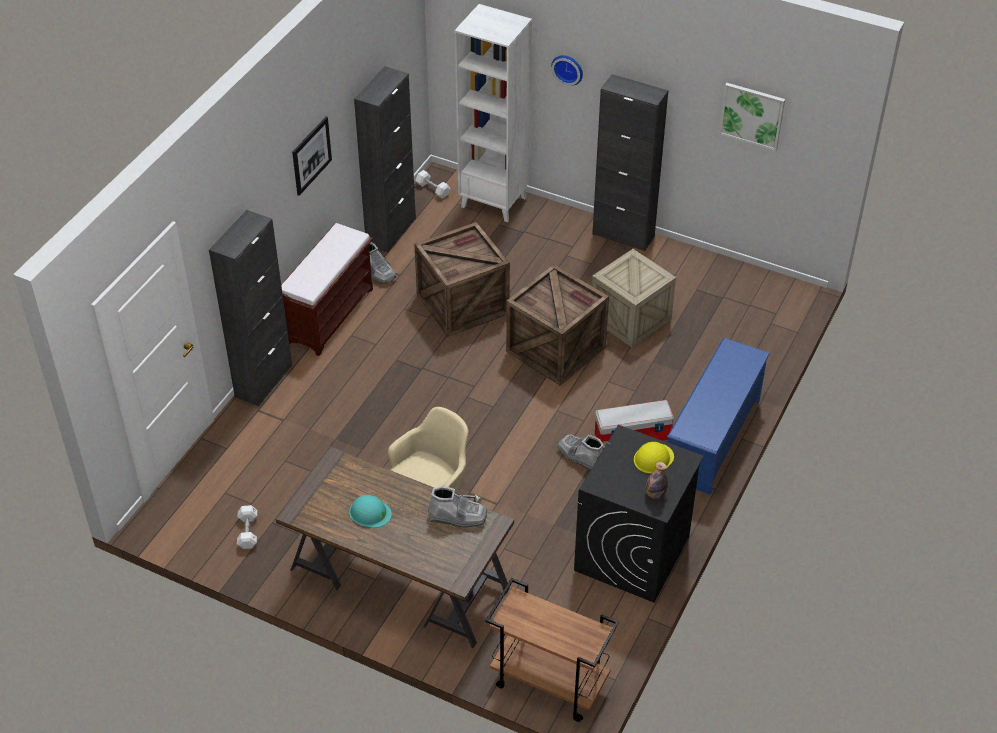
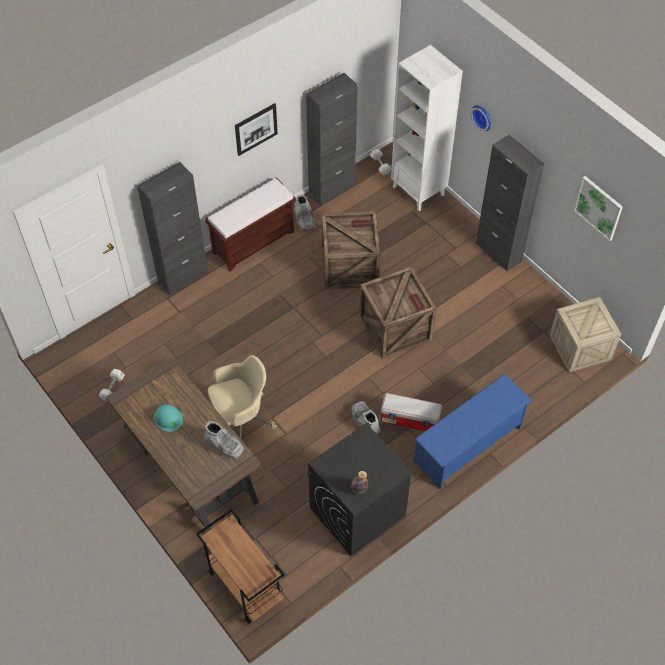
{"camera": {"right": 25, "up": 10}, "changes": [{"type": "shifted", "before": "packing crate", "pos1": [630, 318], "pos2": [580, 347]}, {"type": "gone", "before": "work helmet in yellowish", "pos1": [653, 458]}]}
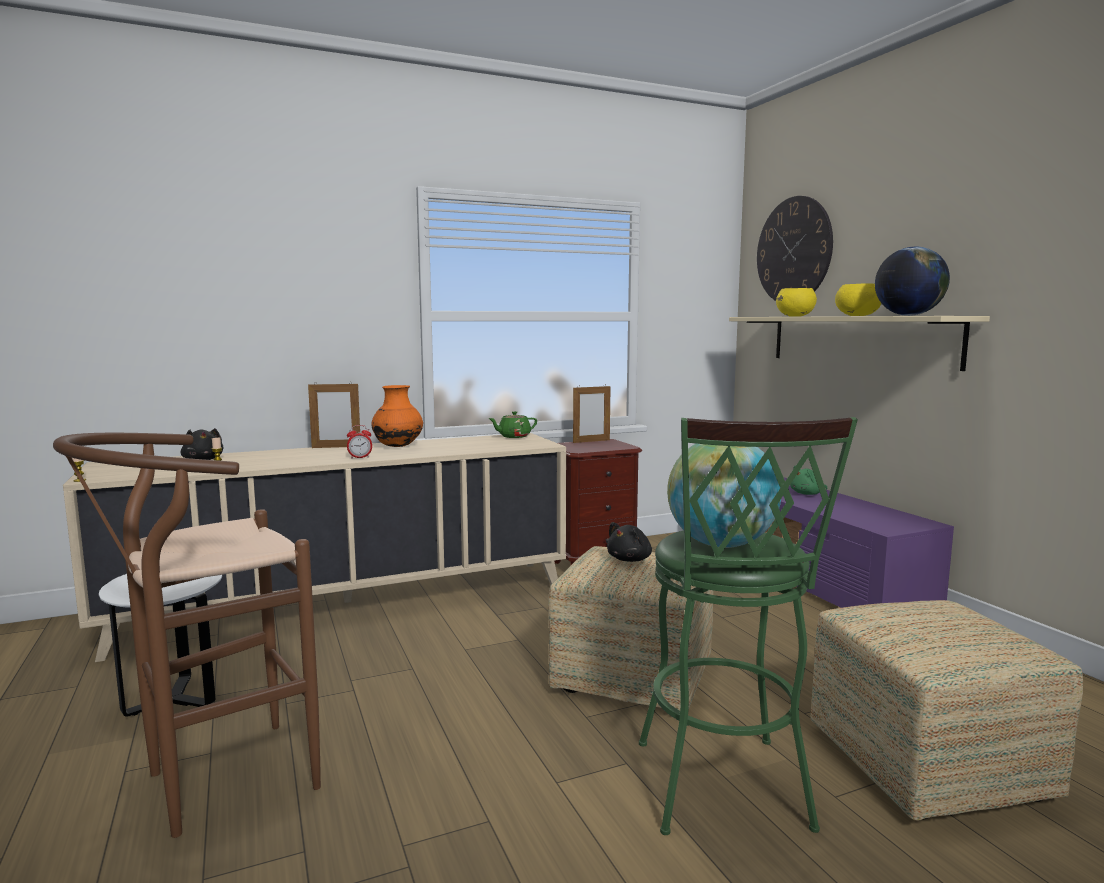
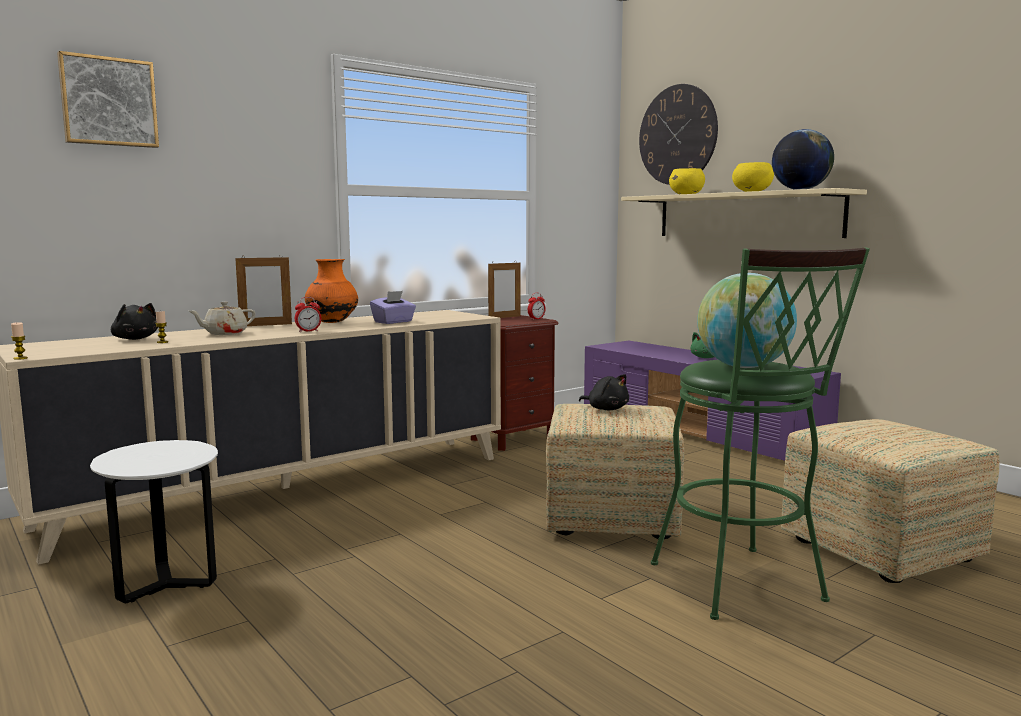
{"camera": {"right": -15, "up": 0}, "changes": [{"type": "gone", "before": "stool in brown", "pos1": [215, 784]}, {"type": "gone", "before": "pot for tea in green", "pos1": [513, 436]}, {"type": "rotated", "before": "soft toy in blackish", "pos1": [630, 559], "pos2": [606, 409], "turn": -75}, {"type": "new", "after": "wall art", "pos2": [108, 102]}, {"type": "new", "after": "pot for tea in beige-coloured", "pos2": [224, 333]}, {"type": "new", "after": "box of tissues in purple-coloured", "pos2": [393, 322]}, {"type": "new", "after": "bedside clock", "pos2": [536, 319]}]}
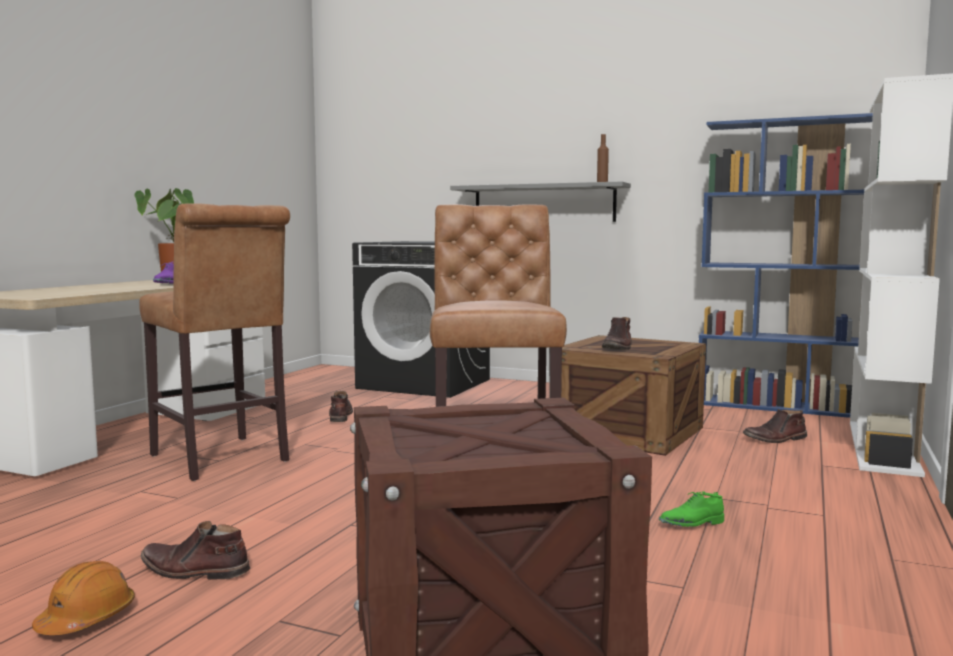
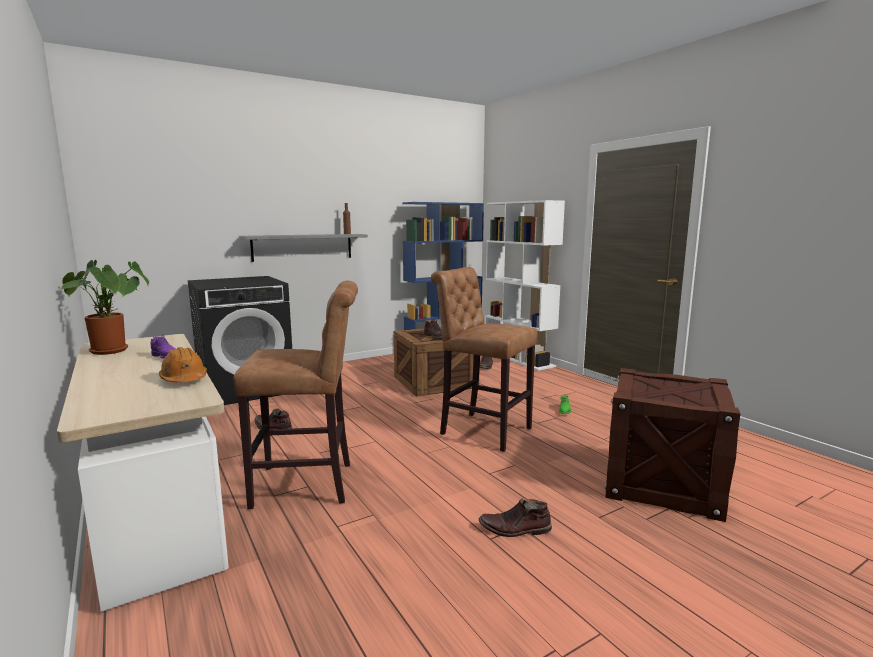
{"camera": {"right": -55, "up": 5}, "changes": [{"type": "shifted", "before": "work helmet in orange-coloured", "pos1": [87, 618], "pos2": [184, 379]}, {"type": "rotated", "before": "boot in brown", "pos1": [194, 571], "pos2": [515, 529], "turn": 45}]}
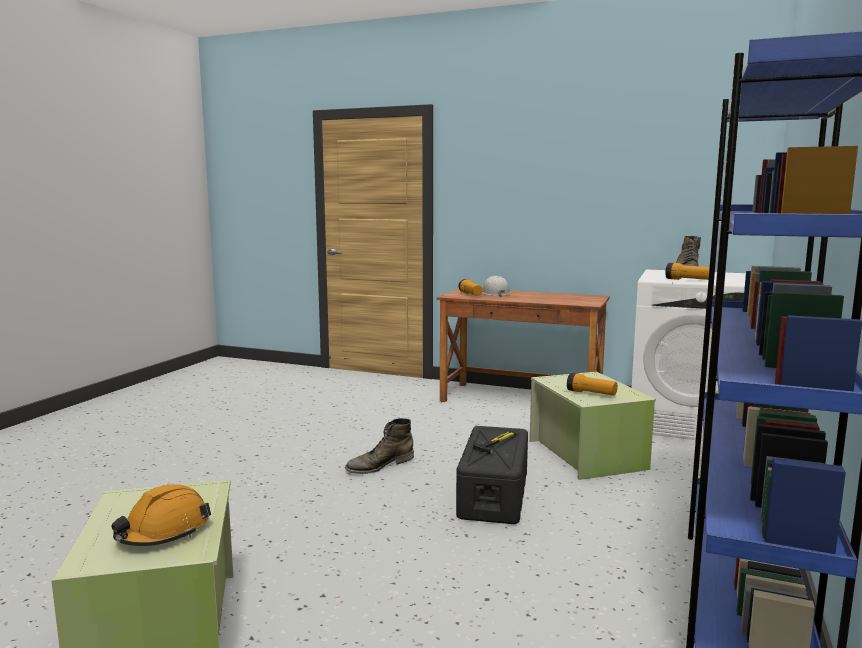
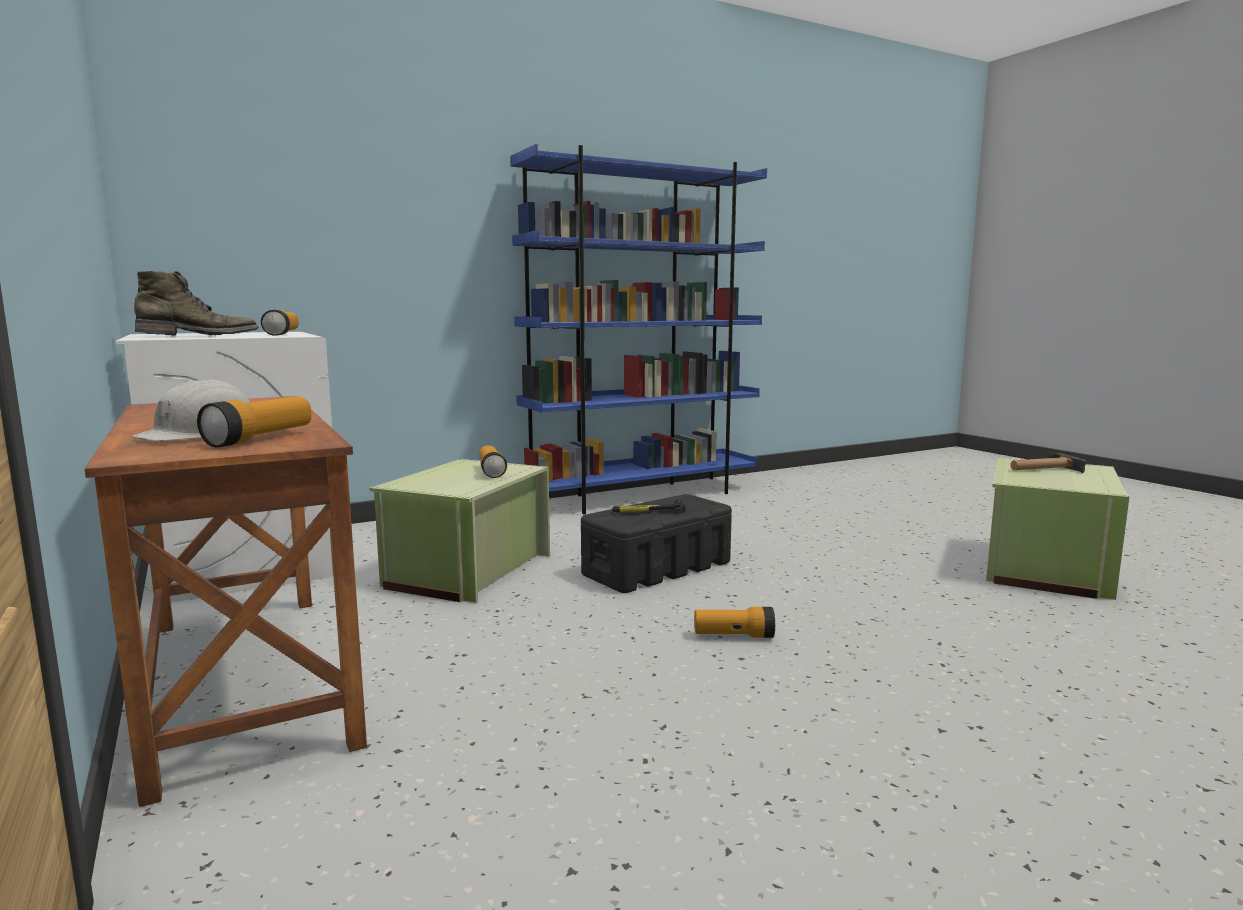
{"camera": {"right": -140, "up": 0}, "changes": [{"type": "swapped", "before": "work helmet in orange-coloured", "after": "hand hammer", "pos1": [163, 532], "pos2": [1044, 469]}, {"type": "swapped", "before": "boot in green", "after": "flashlight", "pos1": [379, 465], "pos2": [733, 636]}]}
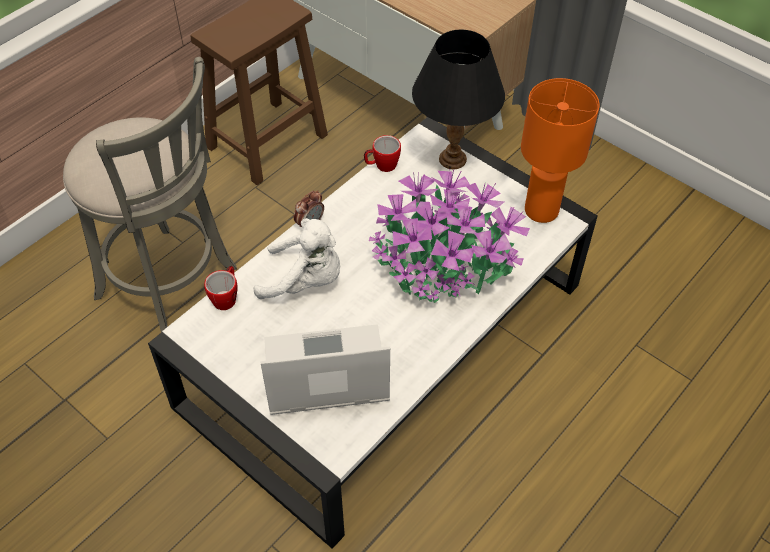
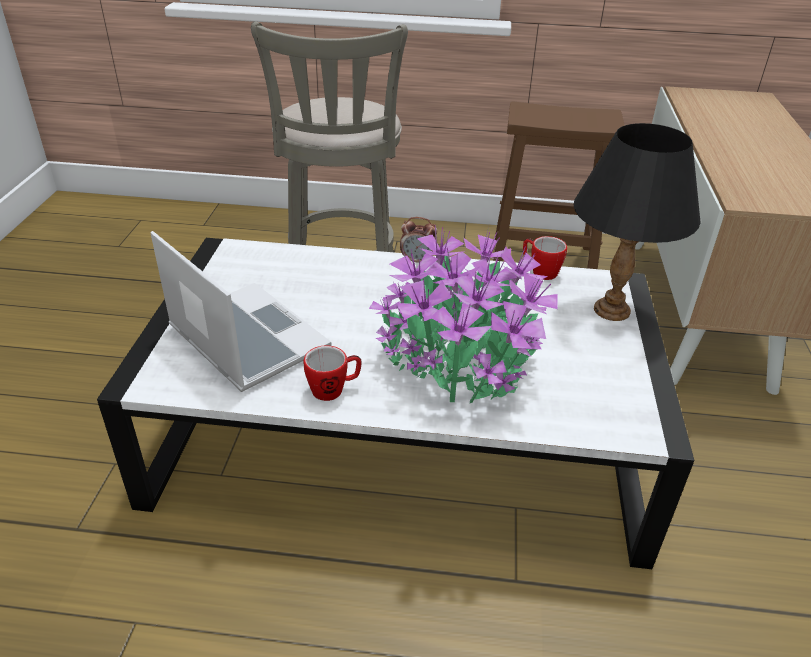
{"camera": {"right": 55, "up": -15}, "changes": [{"type": "shifted", "before": "coffee mug", "pos1": [226, 297], "pos2": [334, 389]}, {"type": "gone", "before": "soft toy in white", "pos1": [306, 281]}, {"type": "gone", "before": "table lamp in orange-coloured", "pos1": [540, 211]}]}
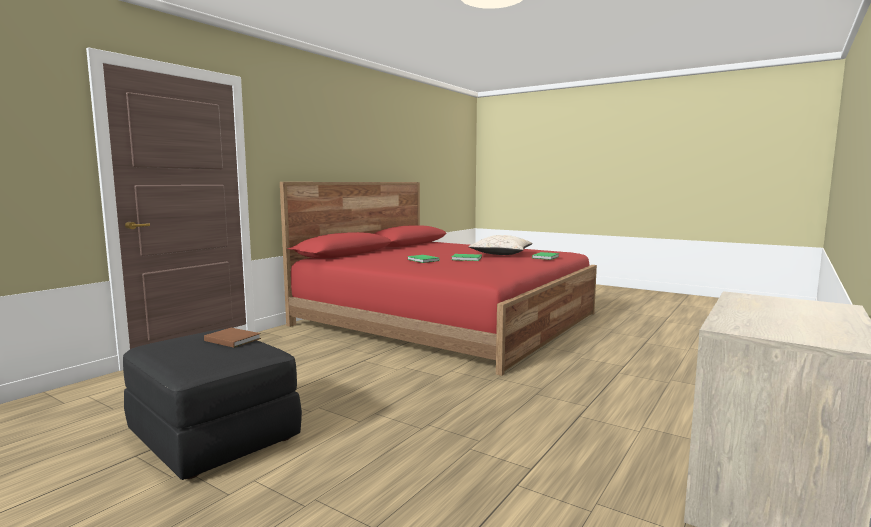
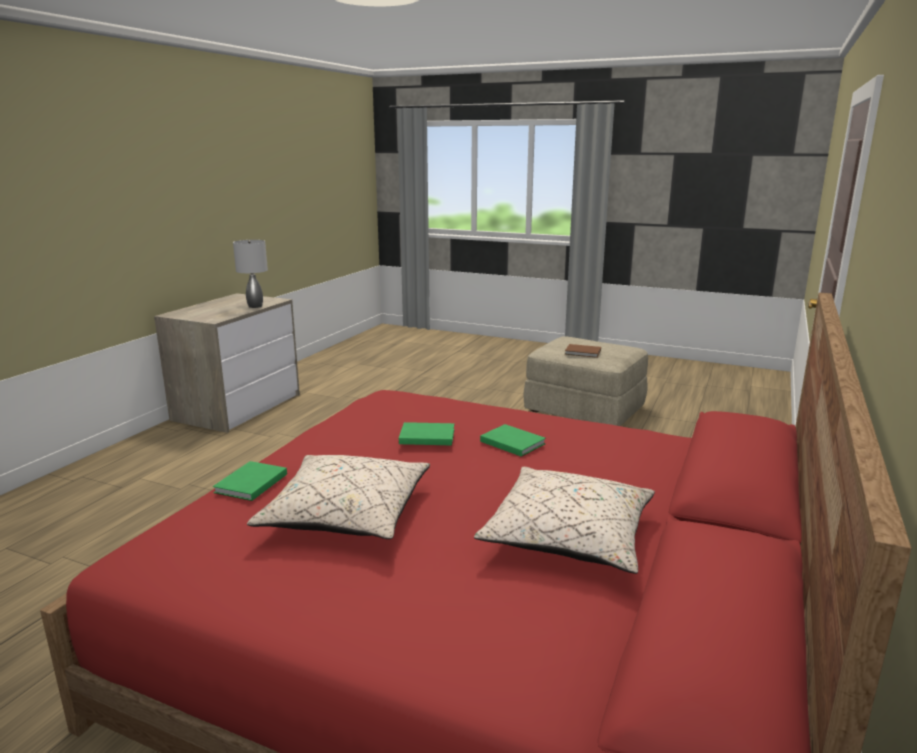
{"camera": {"right": 170, "up": 10}, "changes": [{"type": "repainted", "before": "pouffe in blackish", "after": "pouffe in beige-coloured", "pos1": [212, 436], "pos2": [585, 409]}, {"type": "new", "after": "table lamp in greyish", "pos2": [255, 306]}, {"type": "new", "after": "cushion in beige-coloured", "pos2": [569, 536]}]}
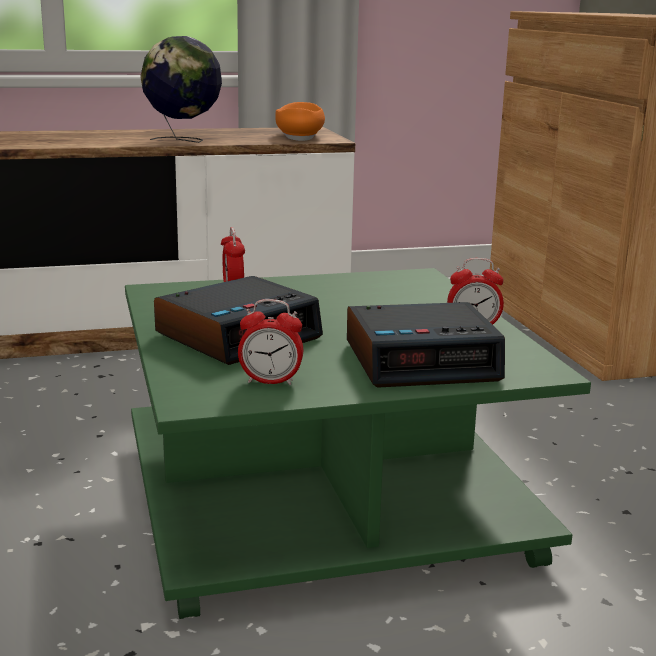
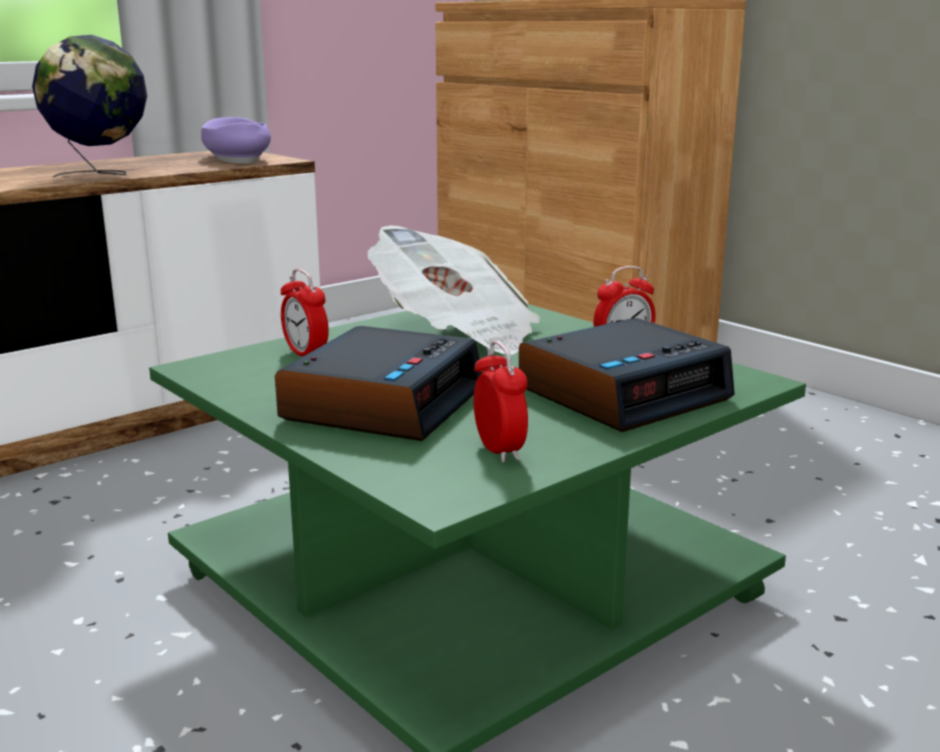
{"camera": {"right": -25, "up": 0}, "changes": [{"type": "rotated", "before": "bedside clock", "pos1": [270, 381], "pos2": [499, 450], "turn": -90}, {"type": "repainted", "before": "deep dish in orange-coloured", "after": "deep dish in purple-coloured", "pos1": [300, 136], "pos2": [237, 159]}, {"type": "new", "after": "daily paper", "pos2": [457, 333]}]}
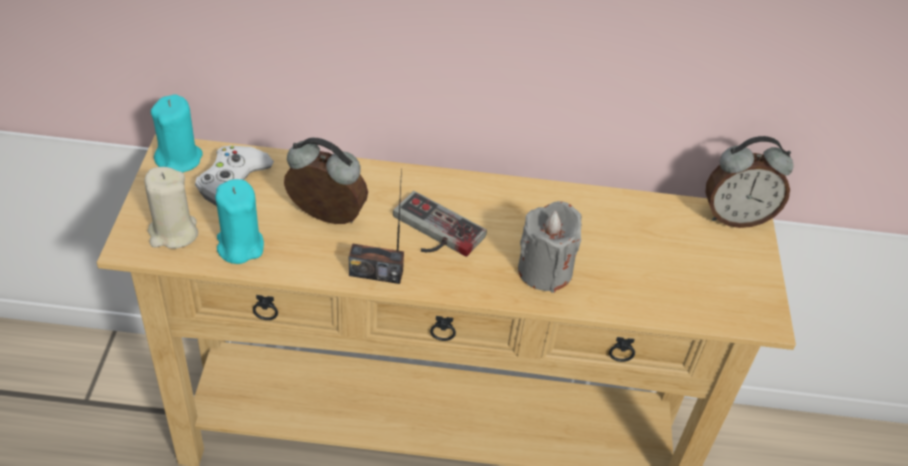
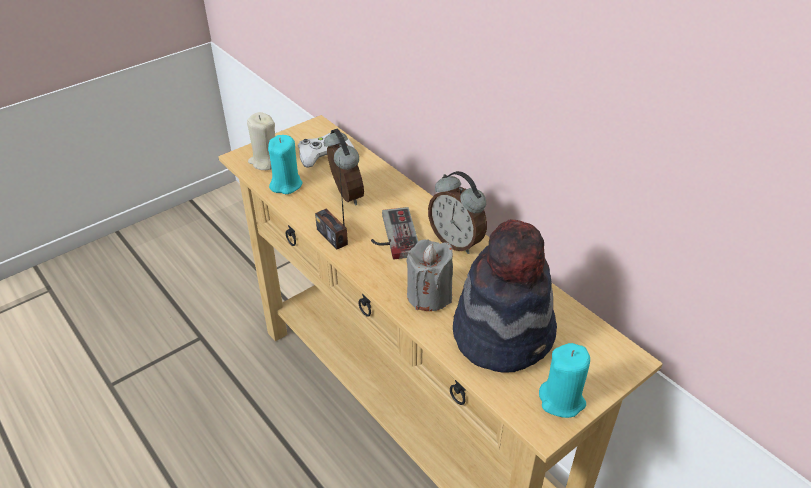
{"camera": {"right": 50, "up": -5}, "changes": [{"type": "shifted", "before": "candle in turquoise-coloured", "pos1": [179, 159], "pos2": [562, 400]}, {"type": "shifted", "before": "bedside clock", "pos1": [735, 217], "pos2": [456, 242]}, {"type": "new", "after": "clothing hat", "pos2": [504, 333]}]}
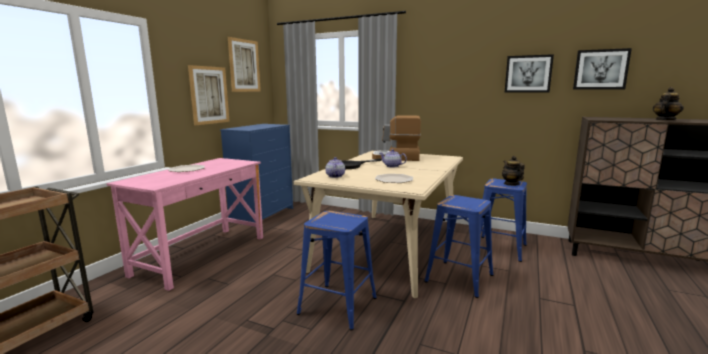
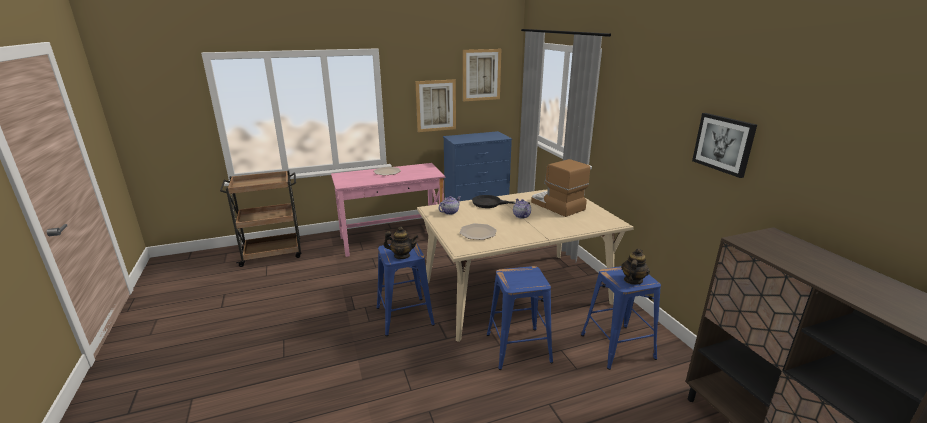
{"camera": {"right": 45, "up": 10}, "changes": [{"type": "gone", "before": "wall art", "pos1": [600, 69]}, {"type": "shifted", "before": "pot for tea", "pos1": [665, 120], "pos2": [402, 256]}]}
